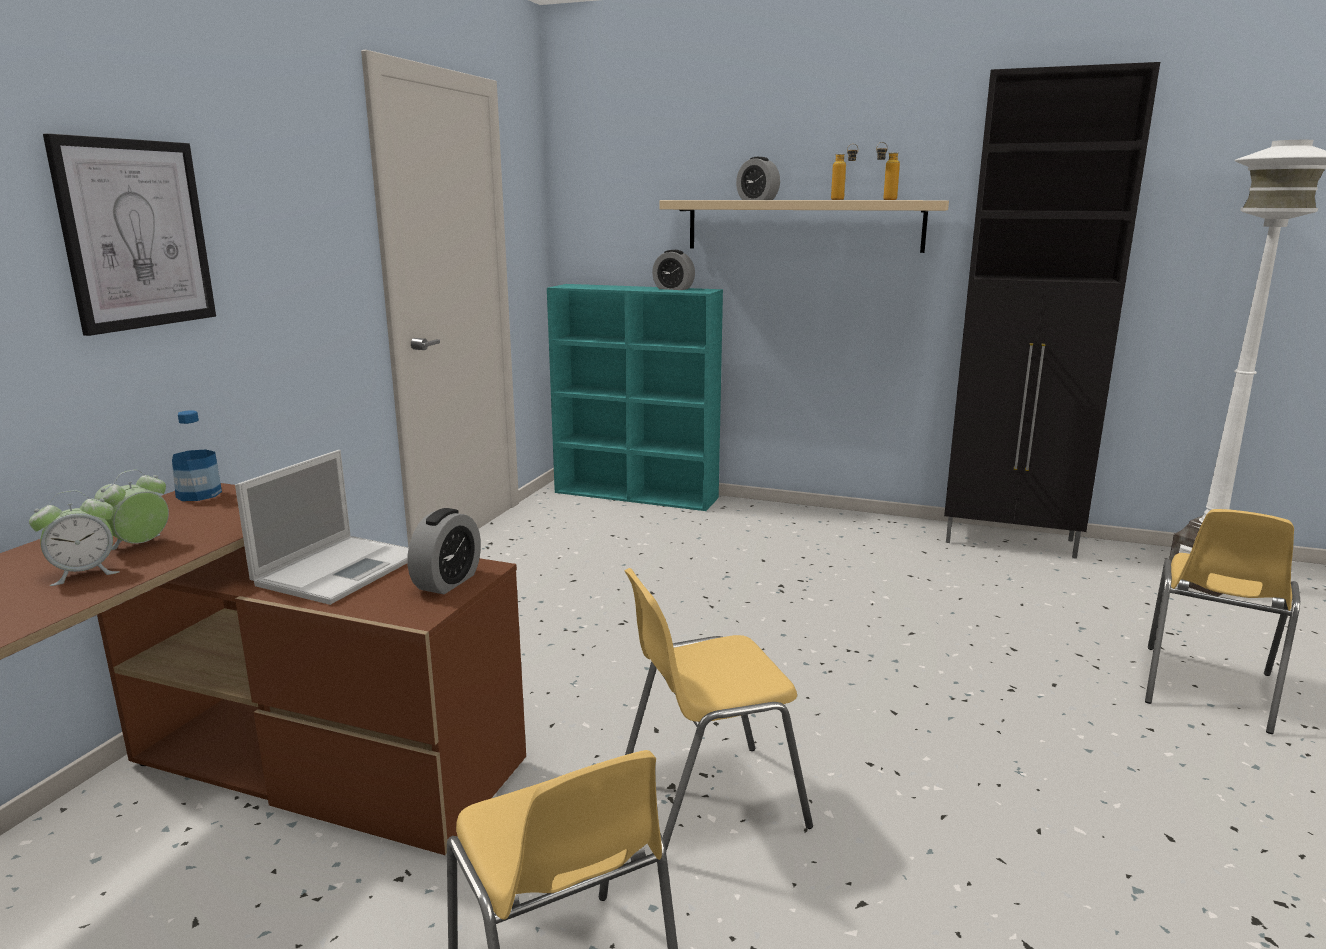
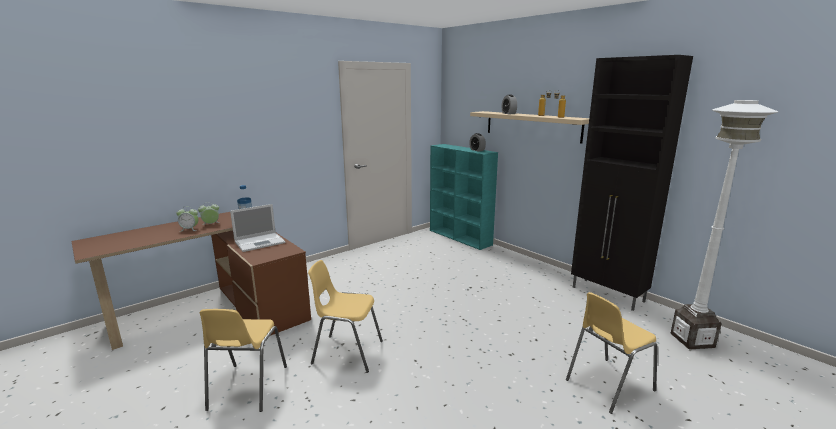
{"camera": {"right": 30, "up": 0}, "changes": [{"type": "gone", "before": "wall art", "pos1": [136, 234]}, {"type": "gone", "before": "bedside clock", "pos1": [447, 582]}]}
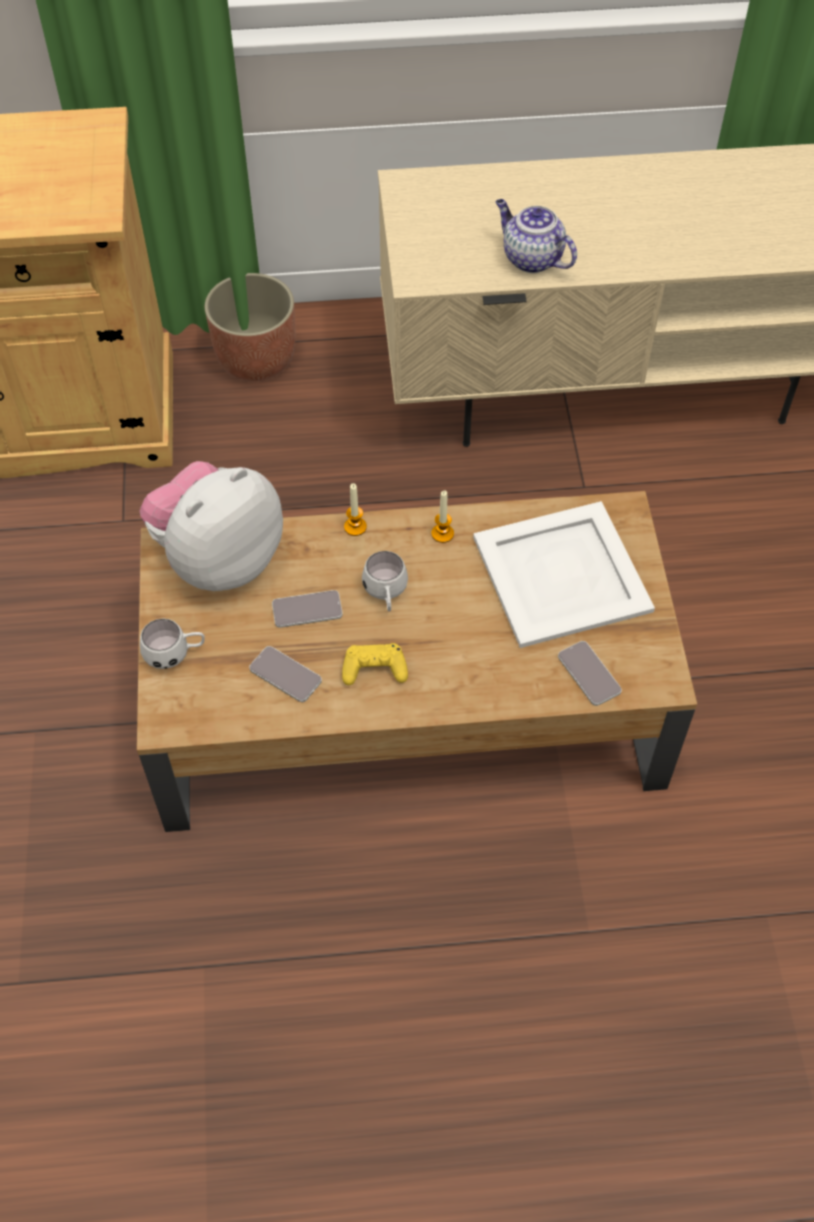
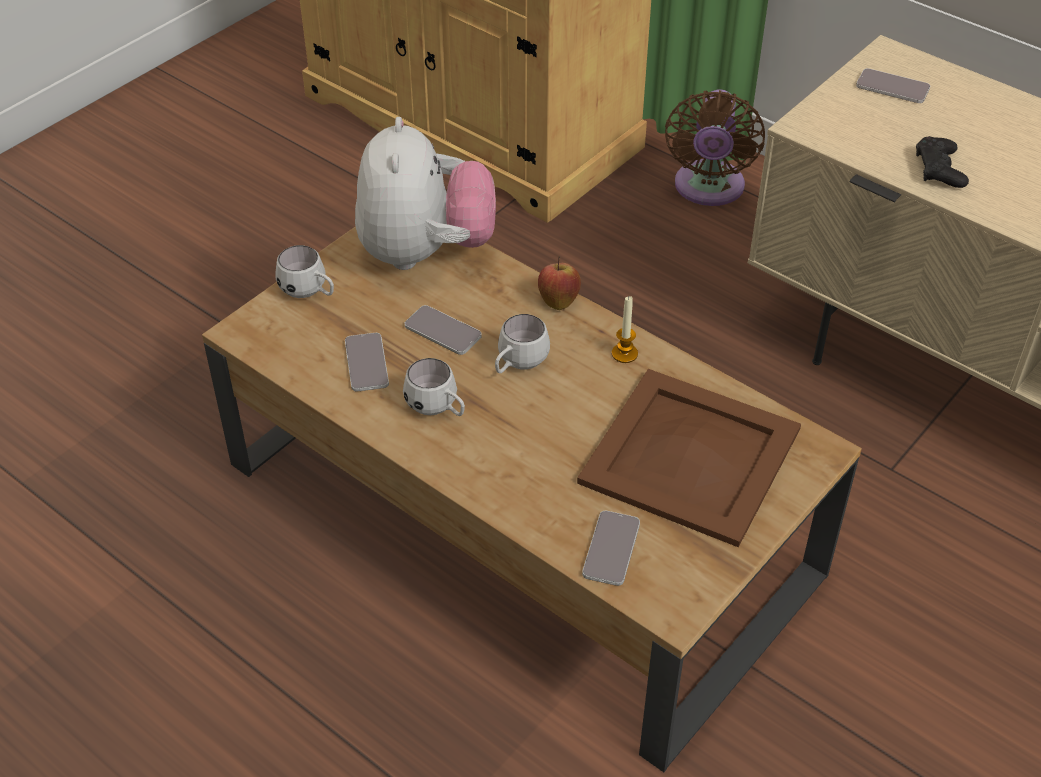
{"camera": {"right": 45, "up": -10}, "changes": [{"type": "rotated", "before": "soft toy", "pos1": [219, 559], "pos2": [425, 252], "turn": 90}, {"type": "swapped", "before": "planter", "after": "electric fan in brown", "pos1": [256, 358], "pos2": [708, 189]}, {"type": "swapped", "before": "joypad in yellowish", "after": "coffee mug in white", "pos1": [374, 668], "pos2": [438, 409]}, {"type": "swapped", "before": "candle", "after": "apple fruit", "pos1": [355, 527], "pos2": [558, 300]}, {"type": "repainted", "before": "serving tray in white", "after": "serving tray in brown", "pos1": [562, 572], "pos2": [692, 455]}, {"type": "swapped", "before": "pot for tea", "after": "joypad in blackish", "pos1": [531, 258], "pos2": [939, 169]}, {"type": "new", "after": "telephone", "pos2": [892, 87]}]}
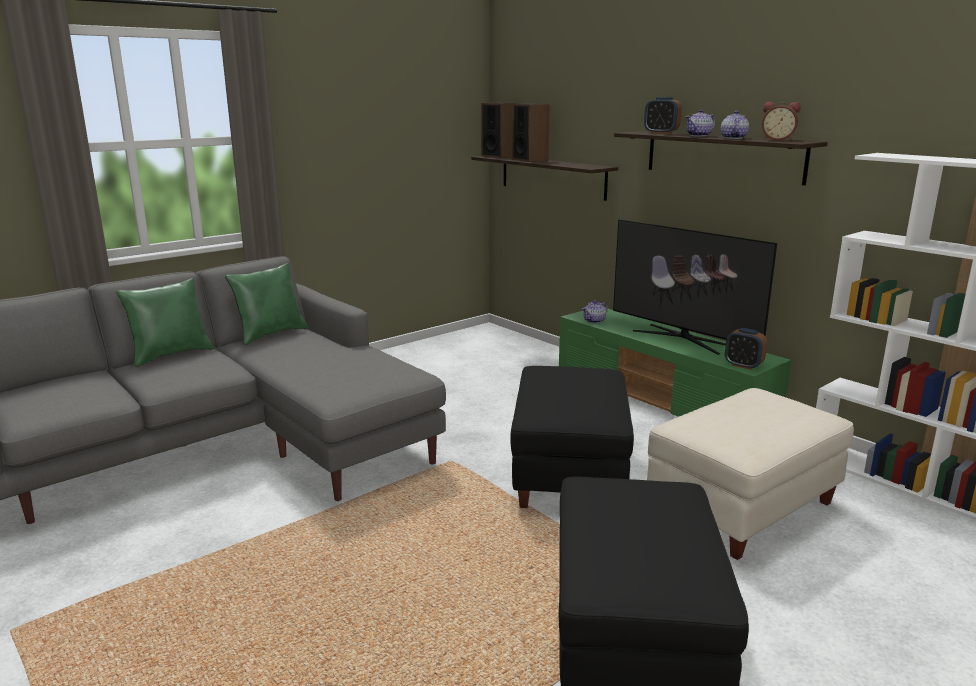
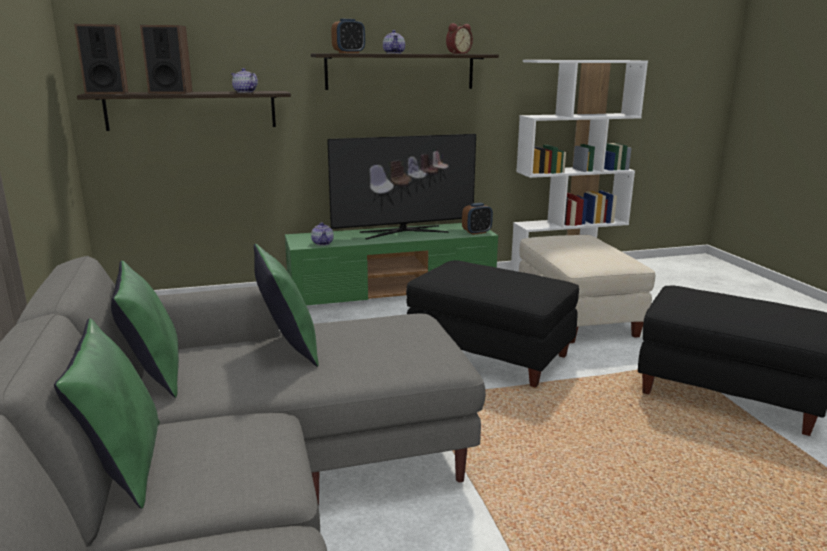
{"camera": {"right": -65, "up": 0}, "changes": [{"type": "shifted", "before": "pot for tea", "pos1": [733, 138], "pos2": [245, 92]}, {"type": "new", "after": "cushion in green", "pos2": [287, 347]}]}
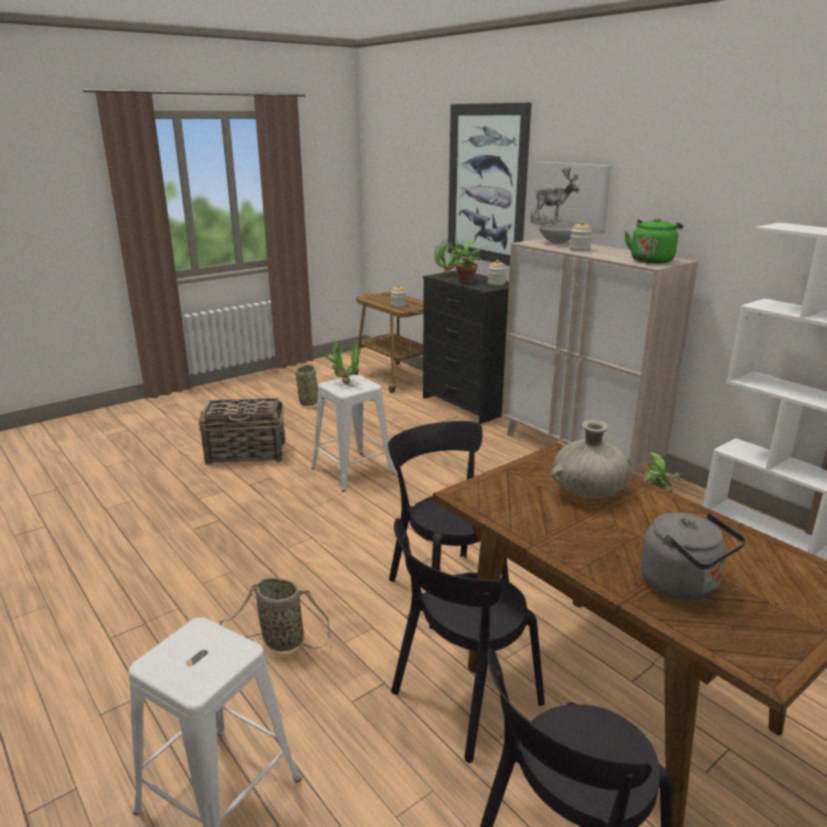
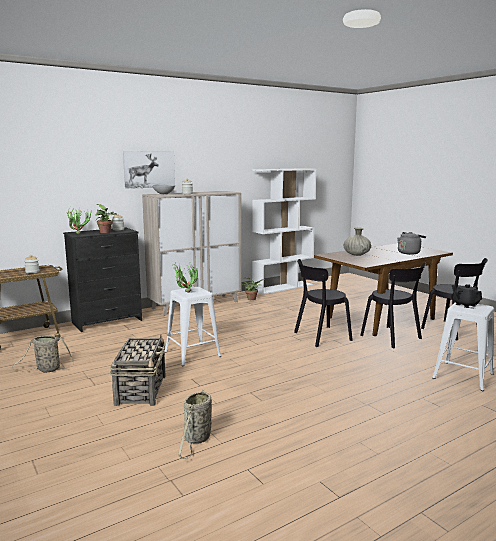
{"camera": {"right": -85, "up": -10}, "changes": [{"type": "shifted", "before": "household basket", "pos1": [280, 641], "pos2": [197, 439]}, {"type": "gone", "before": "wall art", "pos1": [486, 184]}, {"type": "gone", "before": "tea kettle in green", "pos1": [652, 260]}, {"type": "new", "after": "pot for tea in blackish", "pos2": [465, 305]}]}
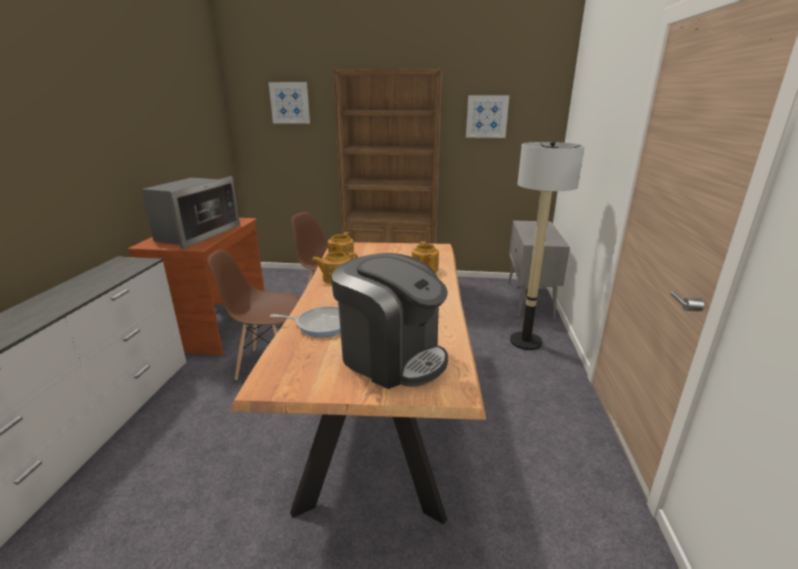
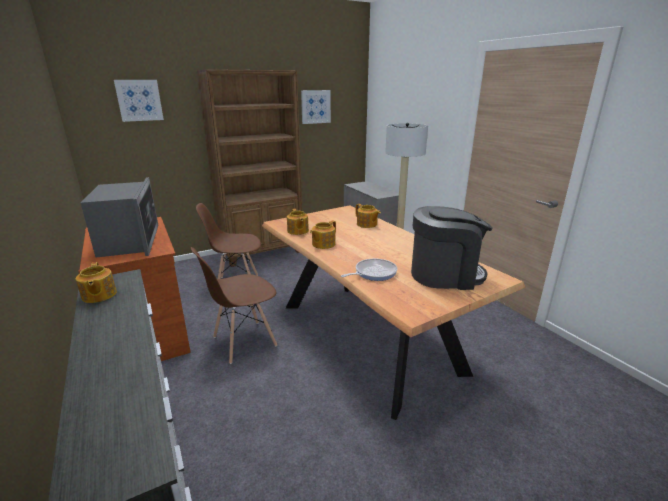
{"camera": {"right": -35, "up": 0}, "changes": [{"type": "new", "after": "pot for tea", "pos2": [98, 295]}]}
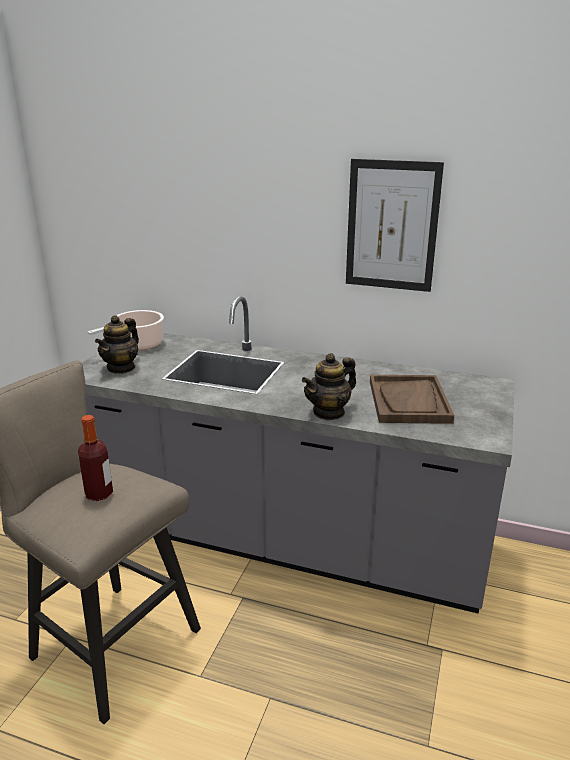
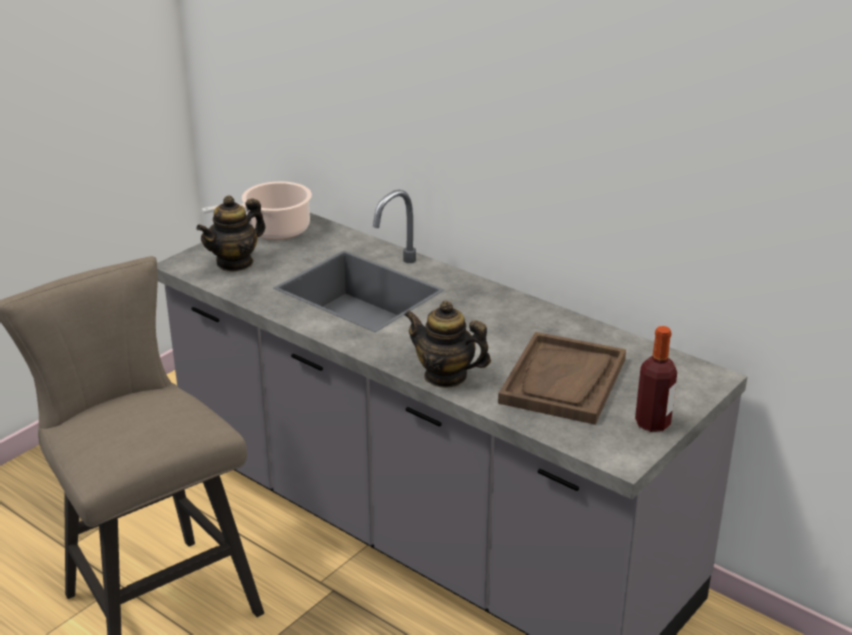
{"camera": {"right": 20, "up": 5}, "changes": [{"type": "shifted", "before": "beverage bottle", "pos1": [99, 494], "pos2": [652, 423]}, {"type": "rotated", "before": "pot for tea", "pos1": [329, 412], "pos2": [445, 376], "turn": 45}, {"type": "gone", "before": "wall art", "pos1": [392, 226]}]}
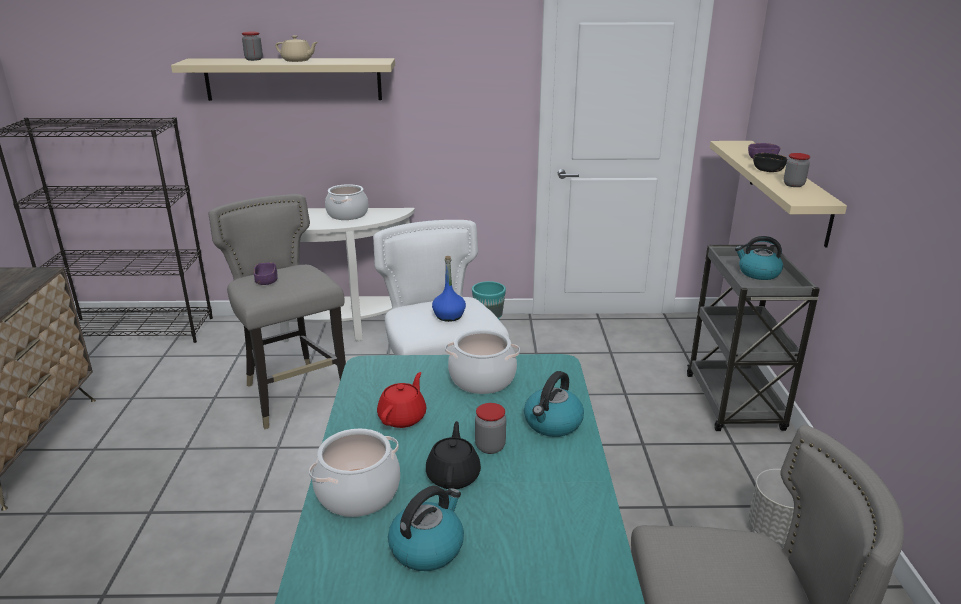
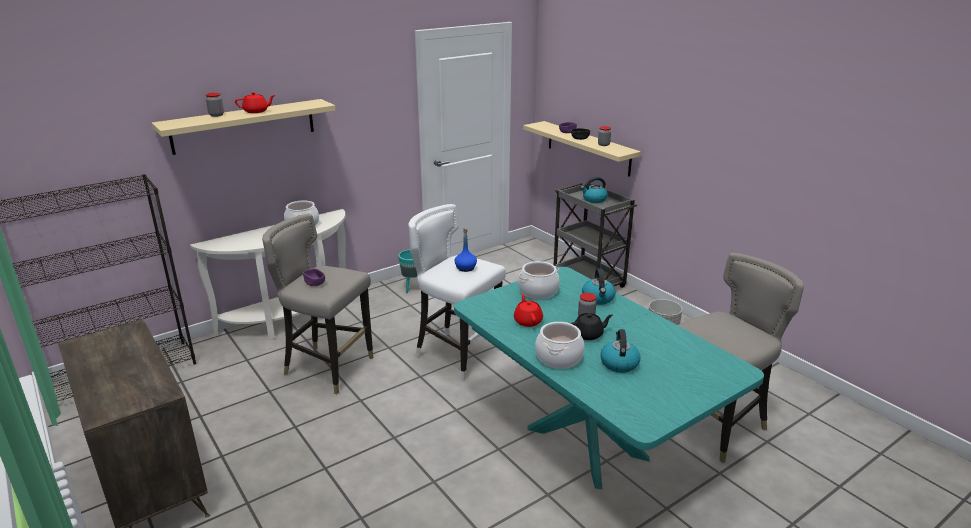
{"camera": {"right": -35, "up": 0}, "changes": [{"type": "repainted", "before": "pot for tea in beige-coloured", "after": "pot for tea in red", "pos1": [297, 61], "pos2": [256, 111]}, {"type": "rotated", "before": "pot for tea in blackish", "pos1": [453, 475], "pos2": [588, 334], "turn": 105}]}
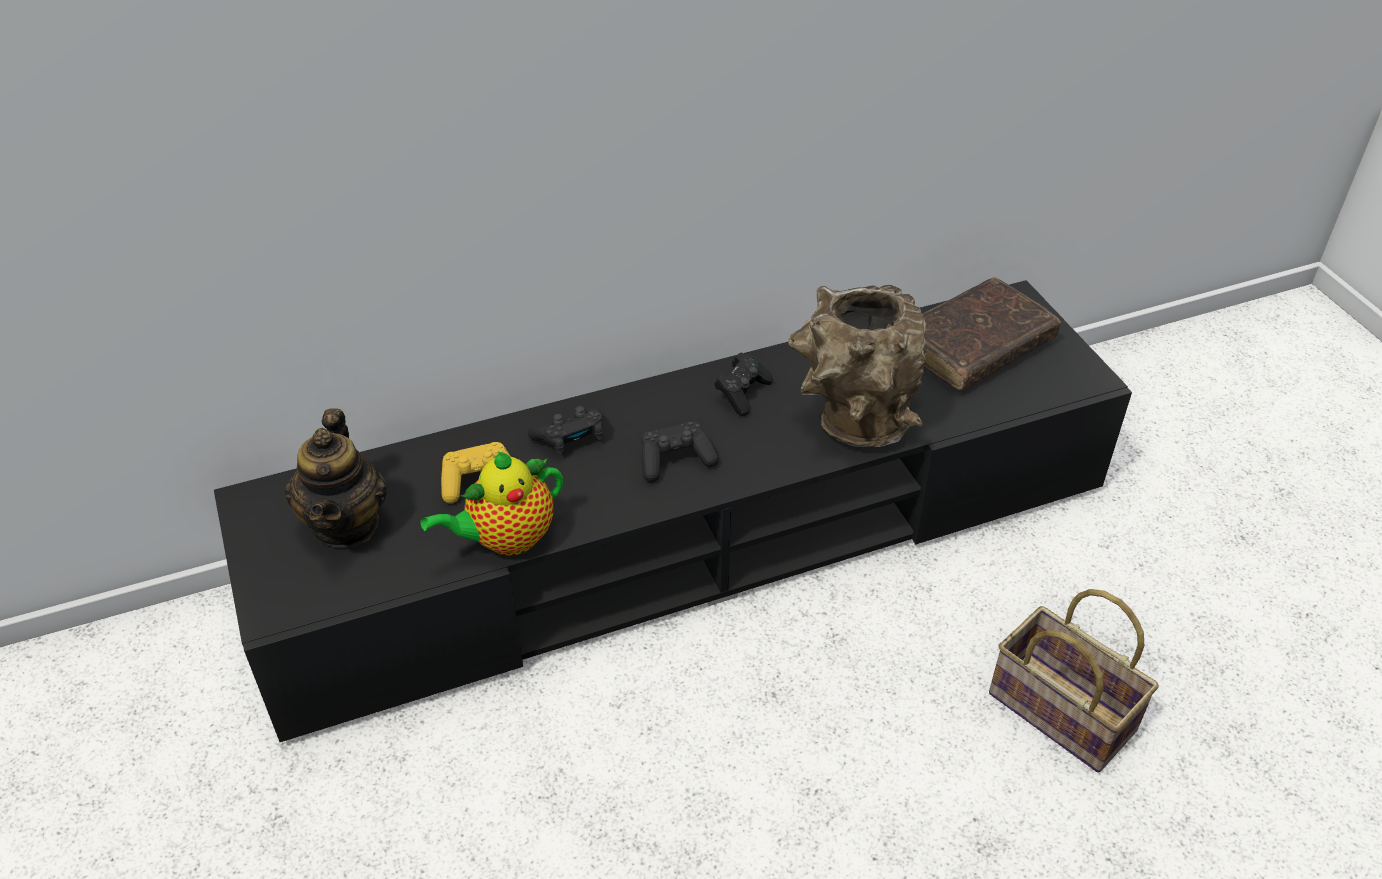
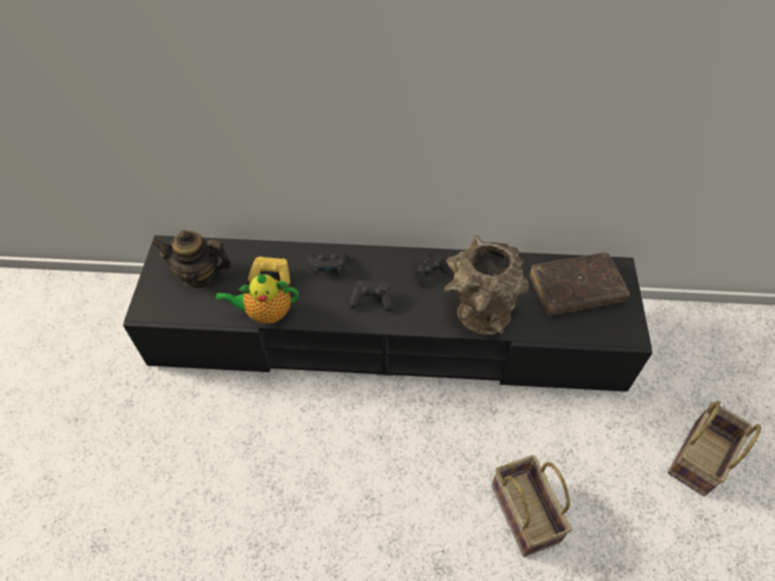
{"camera": {"right": 25, "up": 10}, "changes": [{"type": "rotated", "before": "pot for tea", "pos1": [346, 524], "pos2": [200, 276], "turn": 75}, {"type": "new", "after": "household basket", "pos2": [700, 460]}]}
